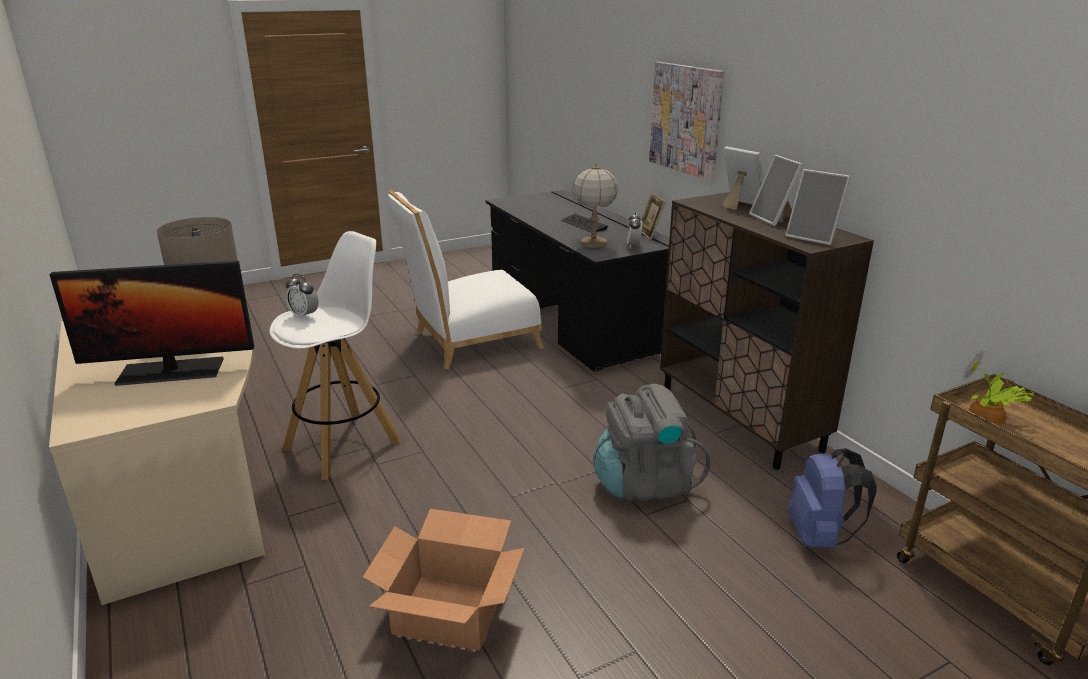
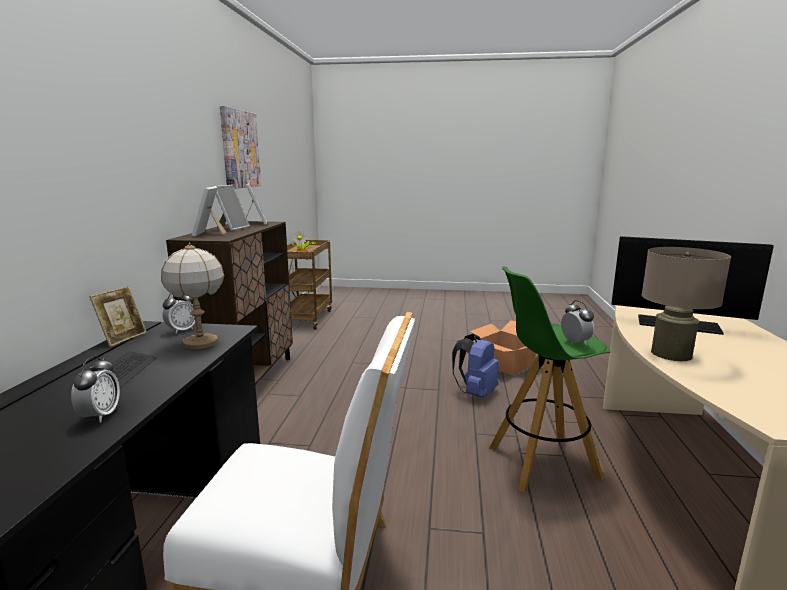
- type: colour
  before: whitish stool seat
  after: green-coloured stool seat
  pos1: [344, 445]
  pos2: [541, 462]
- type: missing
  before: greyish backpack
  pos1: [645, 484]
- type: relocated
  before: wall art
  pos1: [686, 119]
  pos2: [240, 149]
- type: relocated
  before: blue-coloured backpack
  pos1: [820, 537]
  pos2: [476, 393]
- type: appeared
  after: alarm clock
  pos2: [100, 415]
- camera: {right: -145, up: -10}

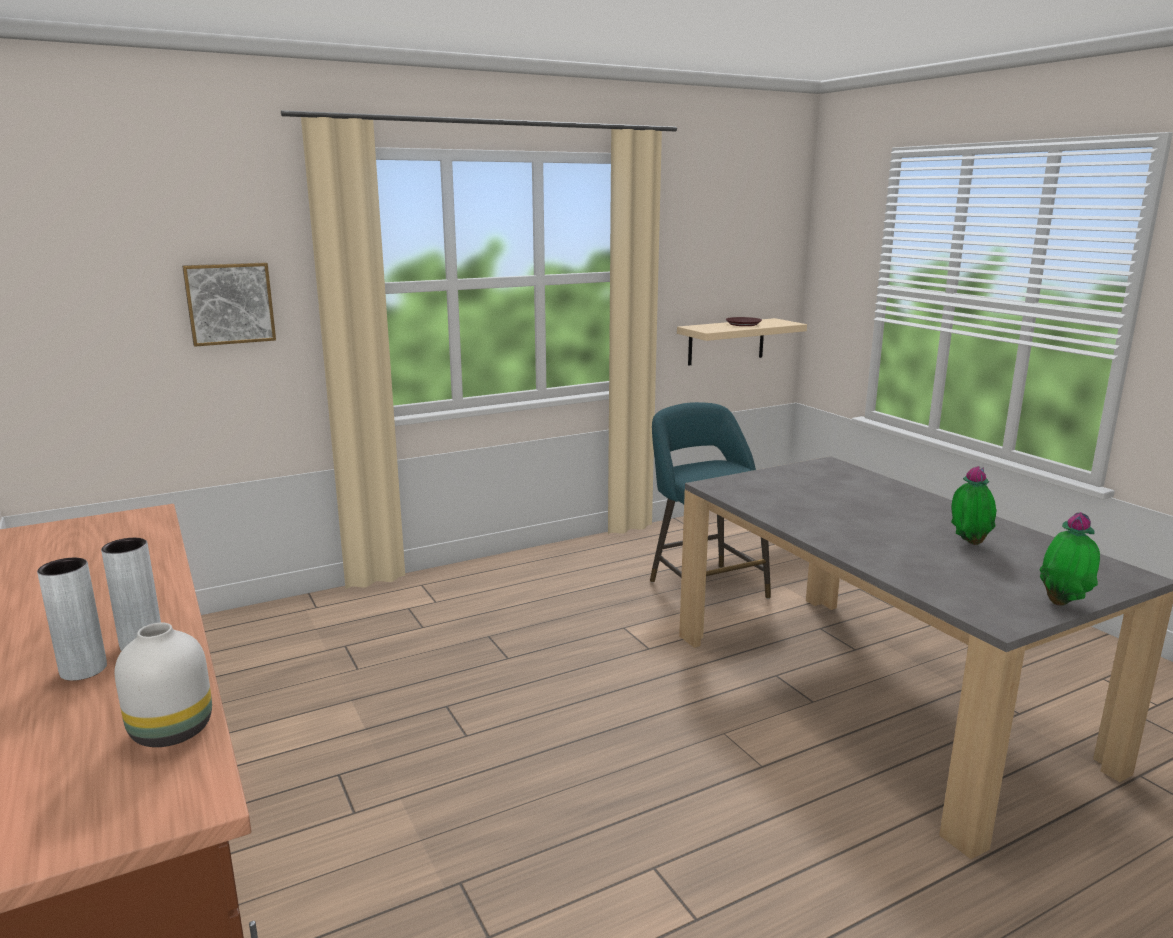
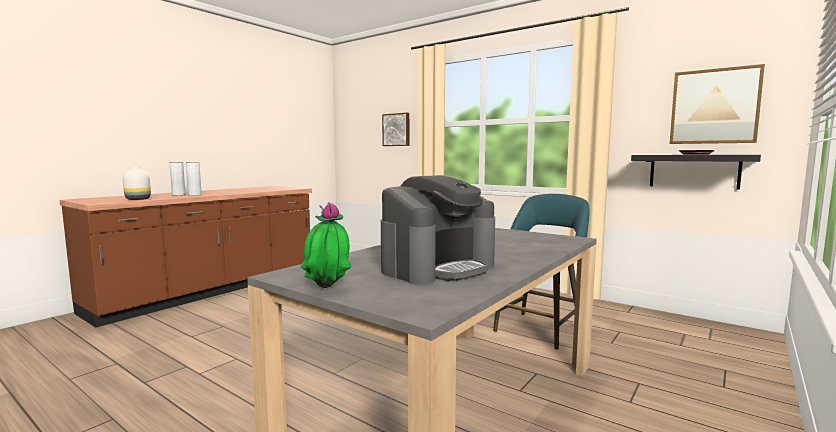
- type: colour
  before: sand-coloured bracket shelf
  after: black bracket shelf
  pos1: [726, 341]
  pos2: [693, 171]
- type: exchanged
  before: plant in a pot
  after: coffee maker
  pos1: [968, 544]
  pos2: [438, 268]
- type: appeared
  after: wall art
  pos2: [714, 106]
- camera: {right: 65, up: -10}

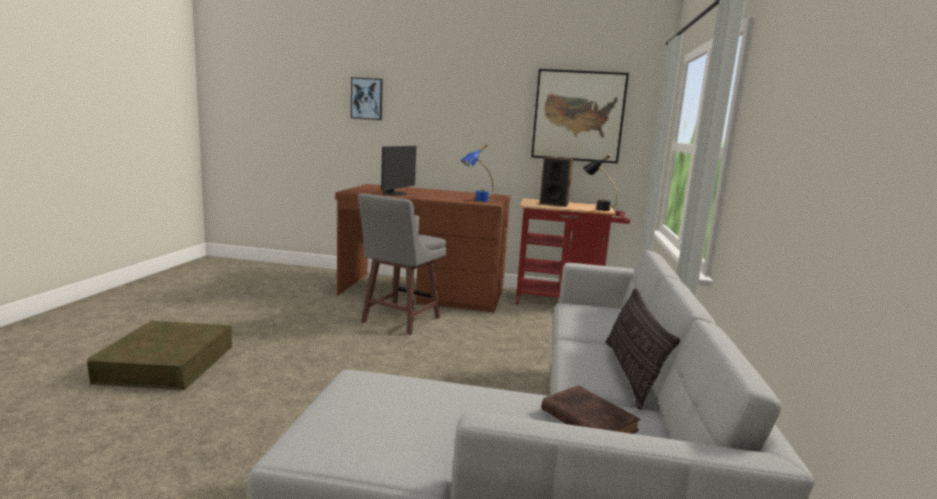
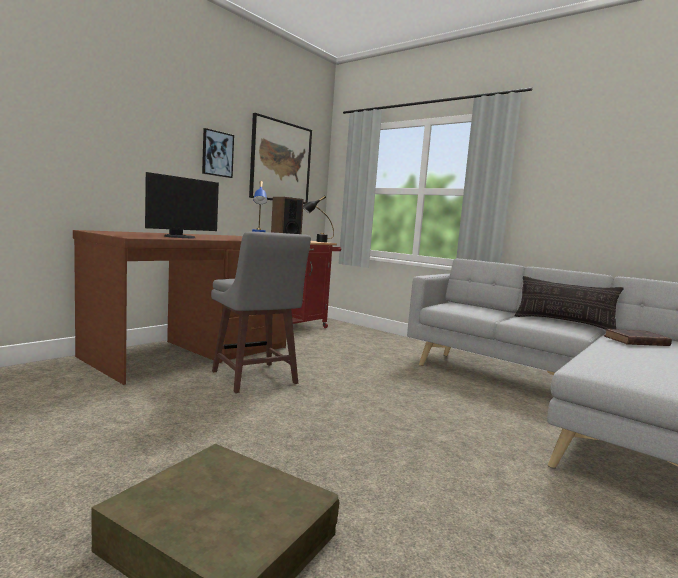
- type: relocated
  before: wall art
  pos1: [367, 98]
  pos2: [217, 154]
- type: spun
  before: computer screen
  pos1: [396, 194]
  pos2: [181, 237]
  turn: 75
- camera: {right: -60, up: -5}

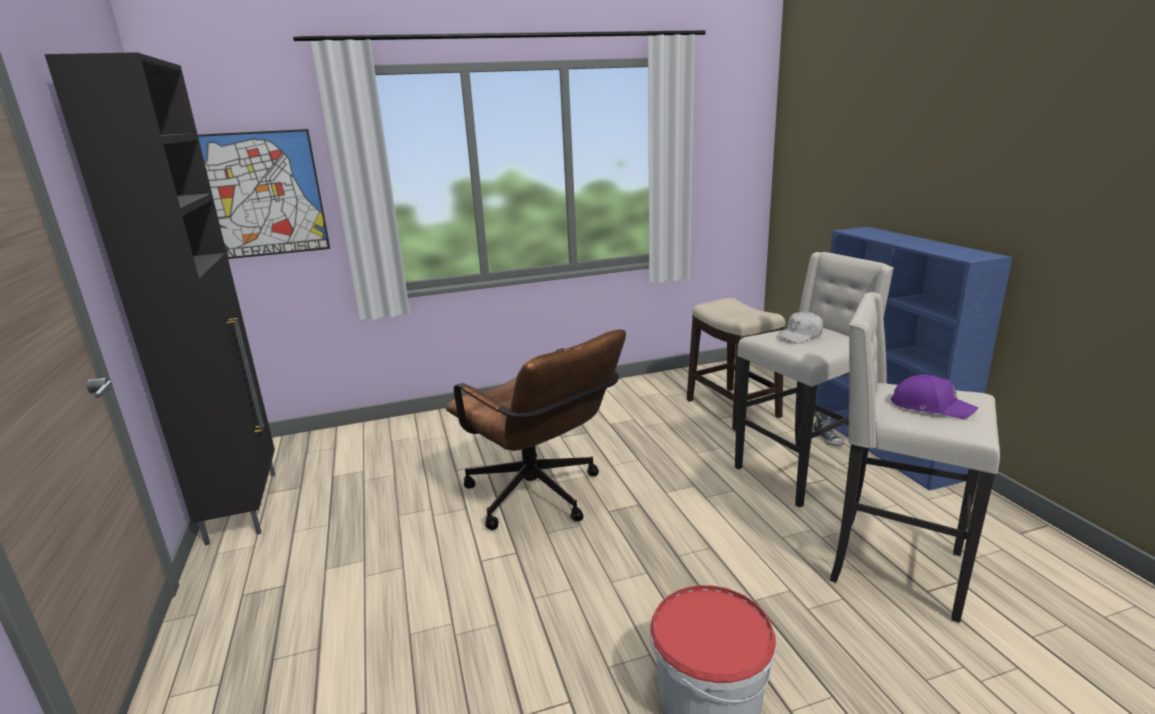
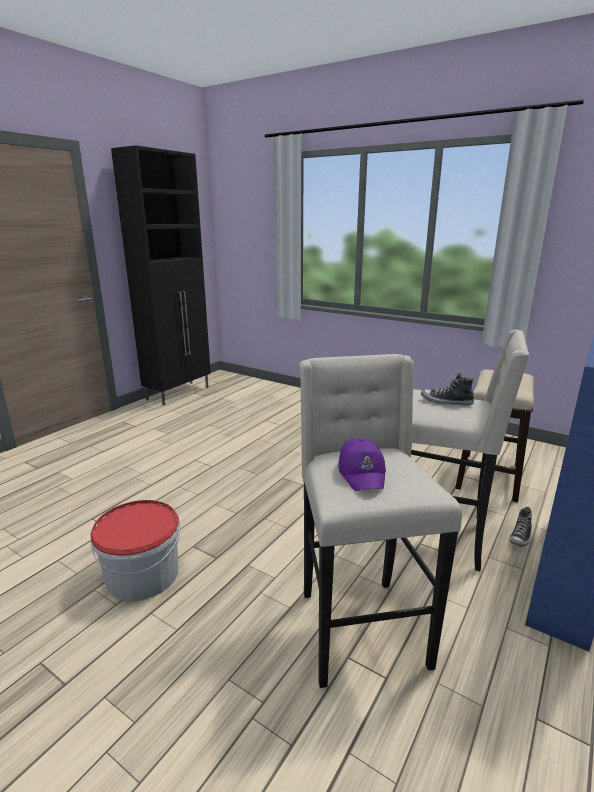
- type: missing
  before: wall art
  pos1: [256, 195]
- type: missing
  before: brownish office chair
  pos1: [540, 498]
- type: exchanged
  before: whitish peaked cap
  after: low shoe
  pos1: [800, 336]
  pos2: [446, 402]
- camera: {right: 50, up: 0}

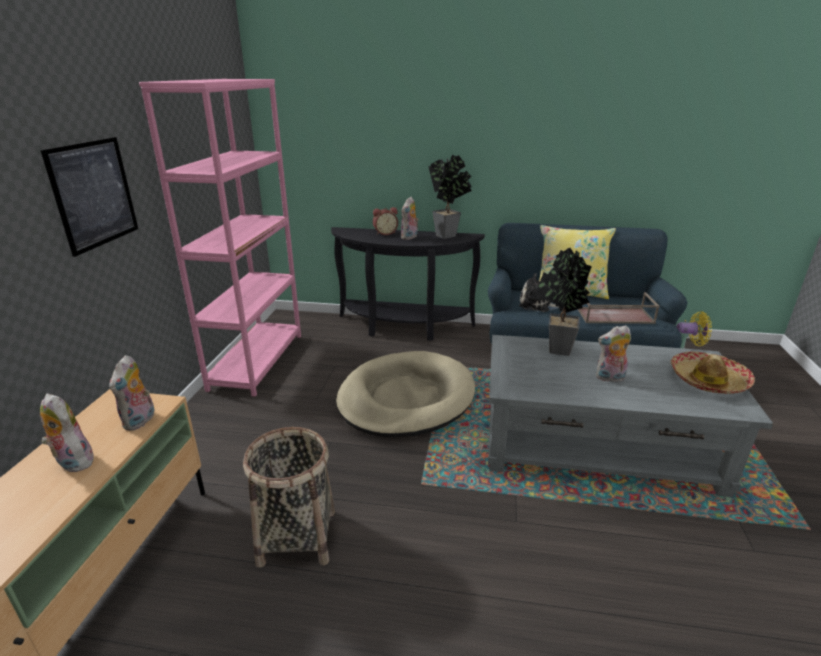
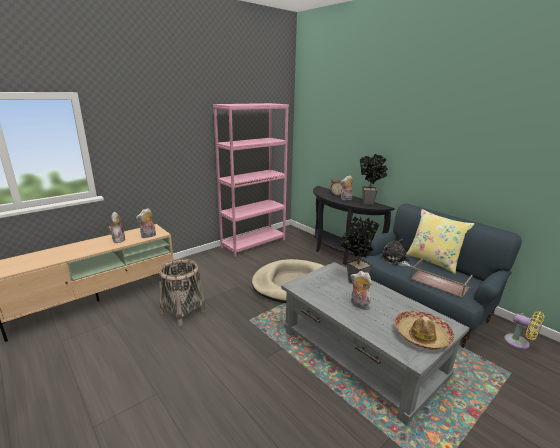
- type: missing
  before: wall art
  pos1: [94, 194]
- camera: {right: 40, up: -5}

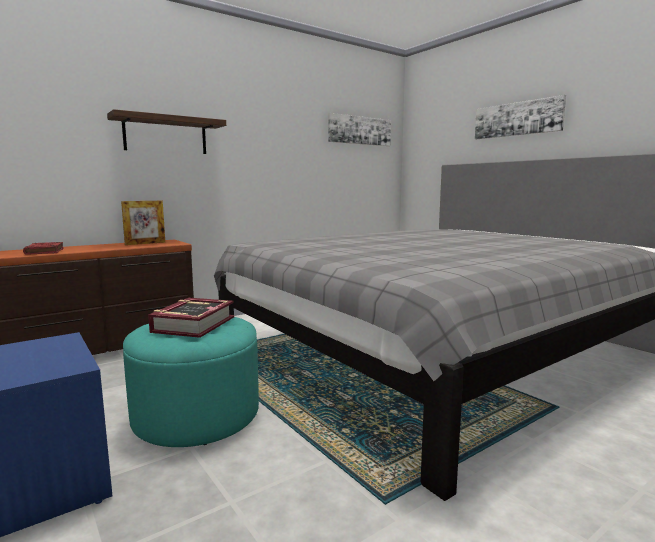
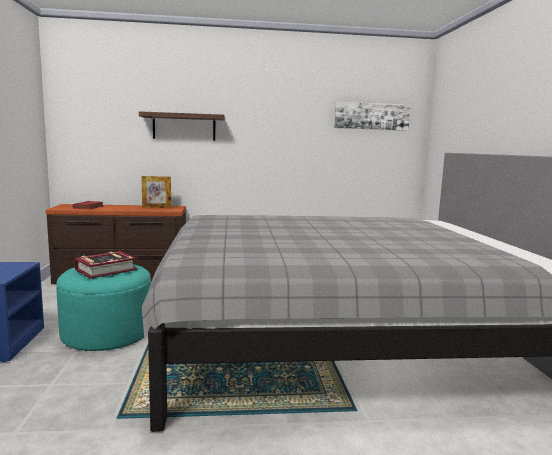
- type: missing
  before: wall art
  pos1: [517, 119]
- camera: {right: 30, up: 0}

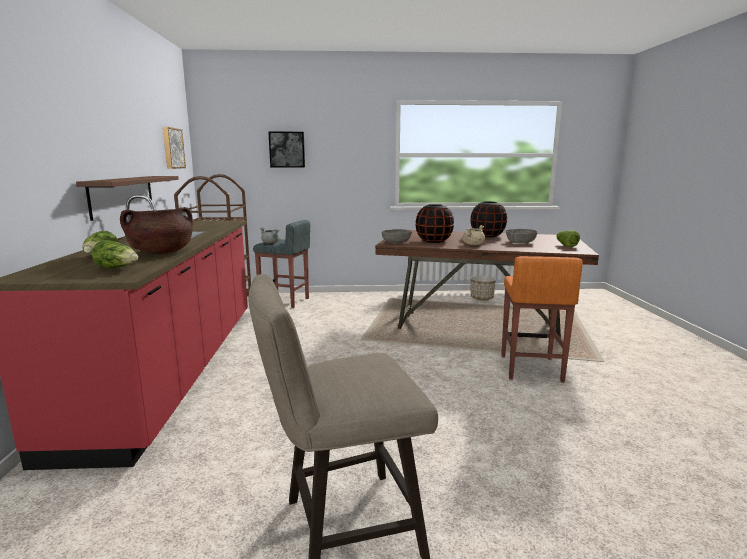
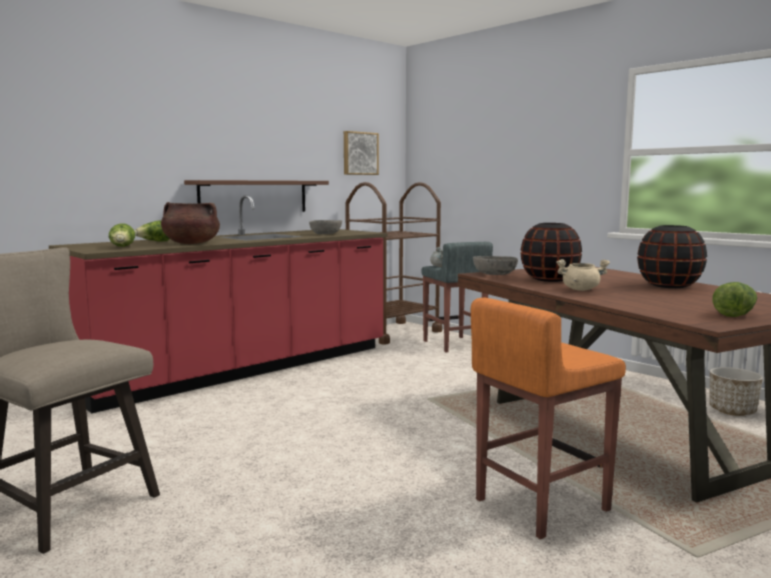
- type: missing
  before: wall art
  pos1: [287, 149]
- type: relocated
  before: greyish bowl
  pos1: [520, 242]
  pos2: [325, 234]
- camera: {right: 50, up: -5}

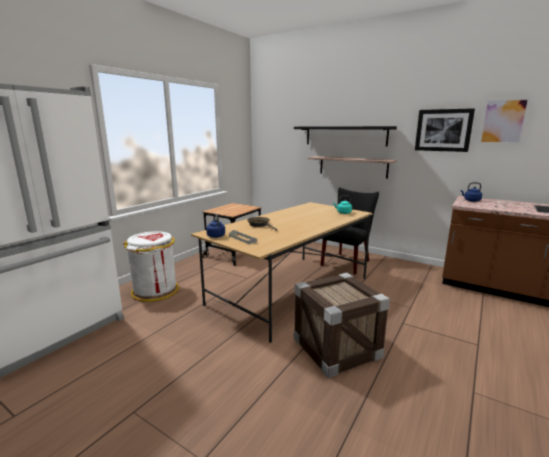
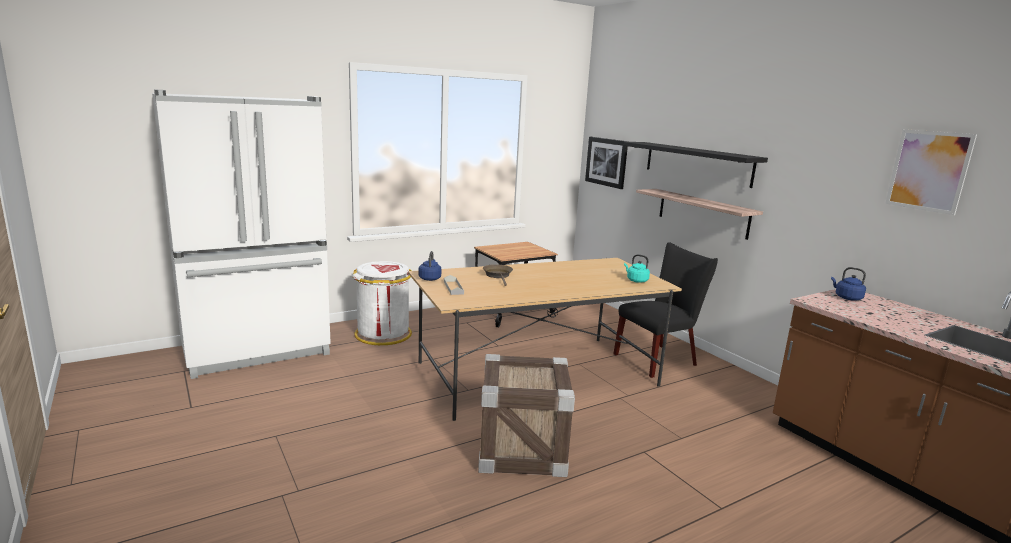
- type: relocated
  before: wall art
  pos1: [443, 130]
  pos2: [606, 162]
- camera: {right: 25, up: 0}

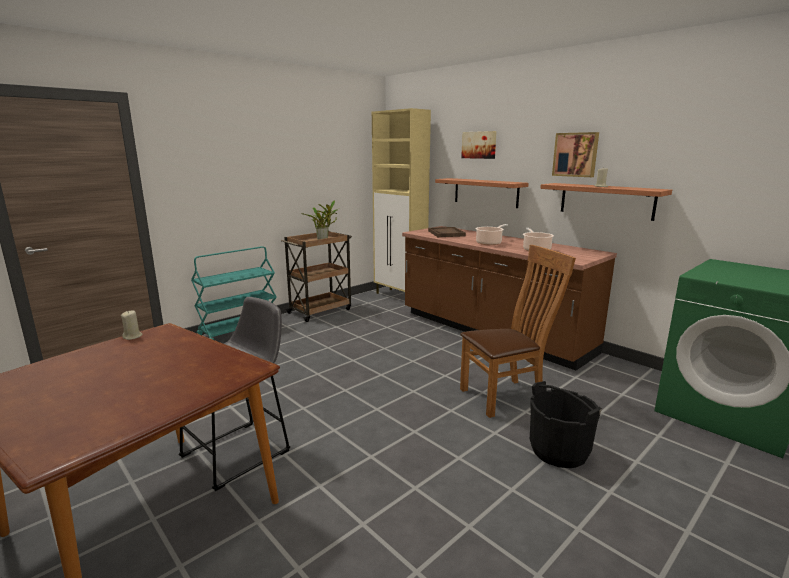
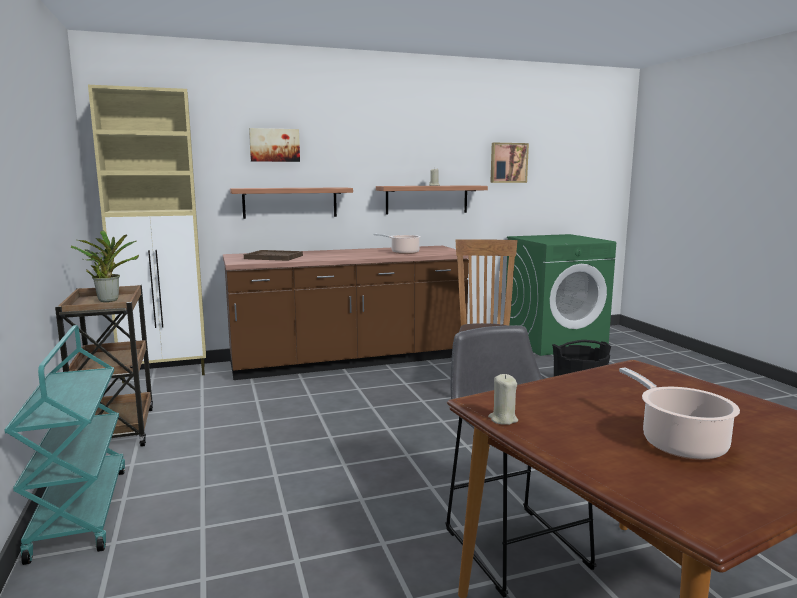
- type: relocated
  before: stockpot
  pos1: [489, 243]
  pos2: [679, 443]
- type: relocated
  before: wall art
  pos1: [575, 154]
  pos2: [508, 163]
- camera: {right: -65, up: -5}

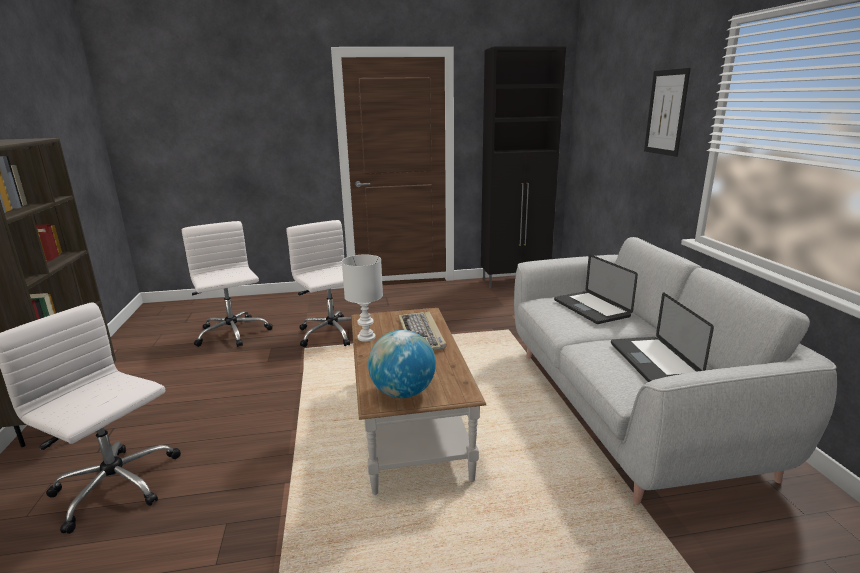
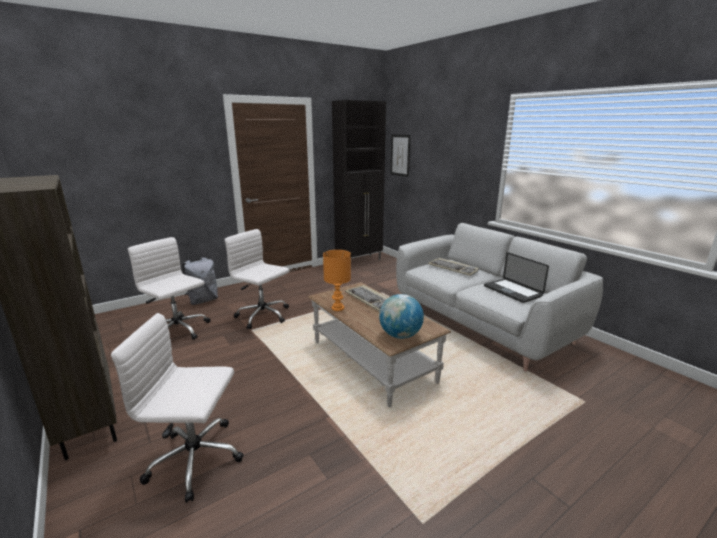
- type: colour
  before: whitish lamp for a table
  after: orange-coloured lamp for a table
  pos1: [365, 337]
  pos2: [337, 308]
- type: exchanged
  before: laptop
  after: computer keyboard
  pos1: [591, 308]
  pos2: [453, 268]
- type: relocated
  before: wall art
  pos1: [666, 112]
  pos2: [400, 155]
- type: appeared
  after: greyish backpack
  pos2: [203, 300]
- camera: {right: -25, up: 0}

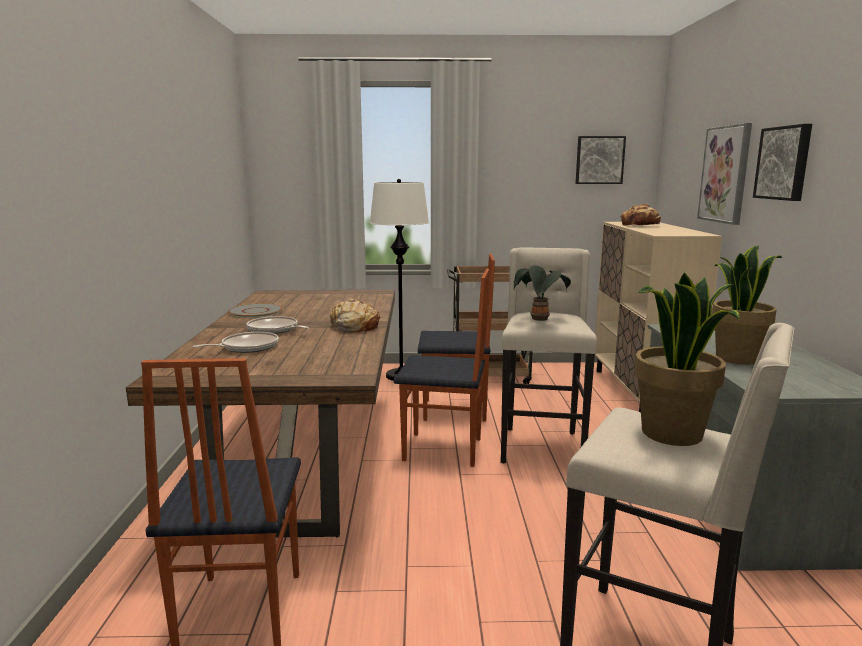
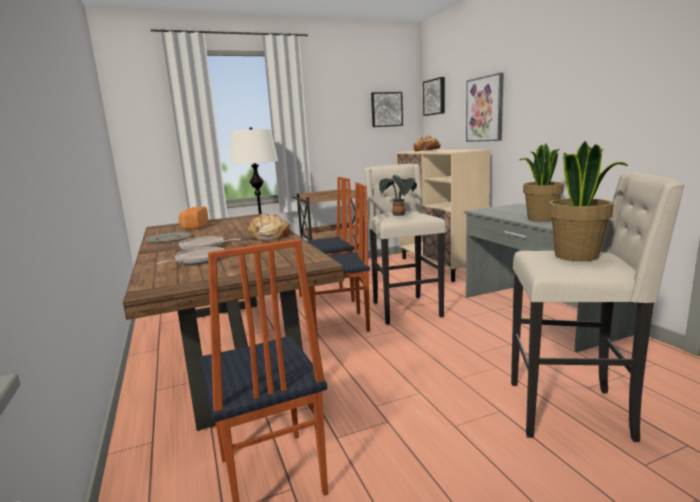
- type: relocated
  before: wall art
  pos1: [784, 163]
  pos2: [435, 97]
- type: appeared
  after: bakery bread
  pos2: [194, 227]
- camera: {right: -20, up: 0}

